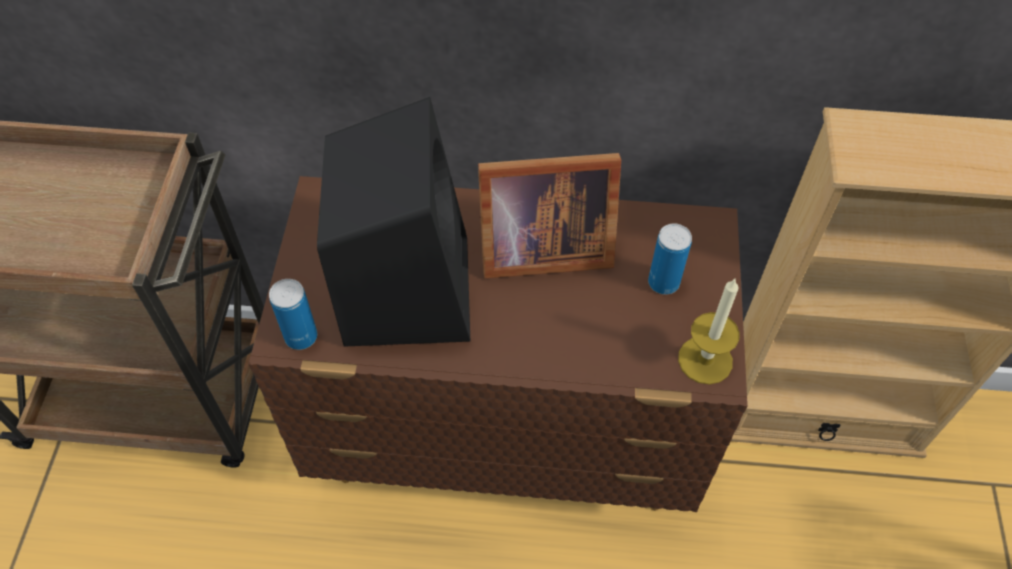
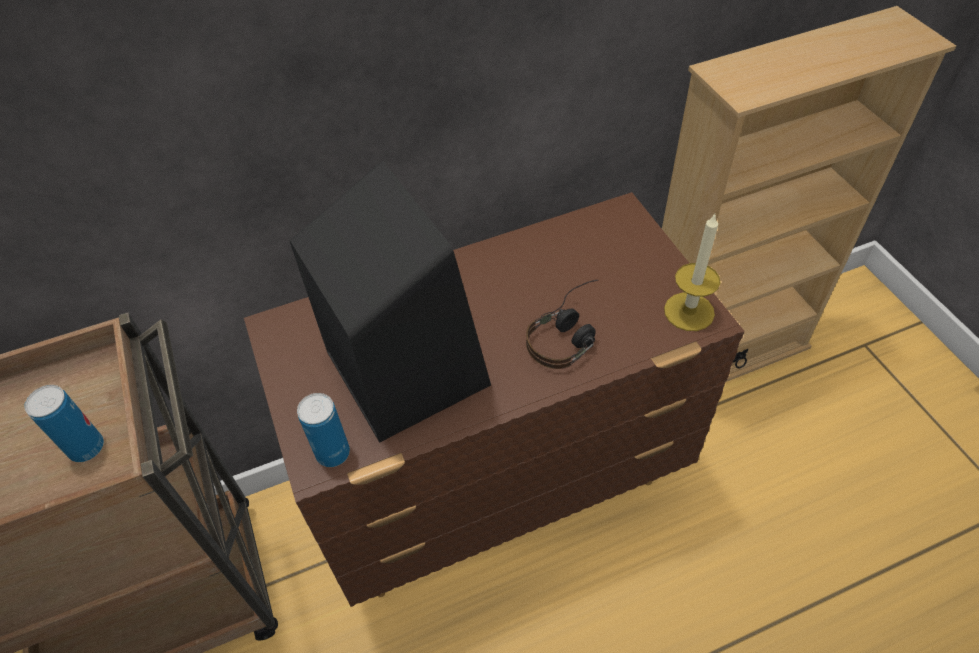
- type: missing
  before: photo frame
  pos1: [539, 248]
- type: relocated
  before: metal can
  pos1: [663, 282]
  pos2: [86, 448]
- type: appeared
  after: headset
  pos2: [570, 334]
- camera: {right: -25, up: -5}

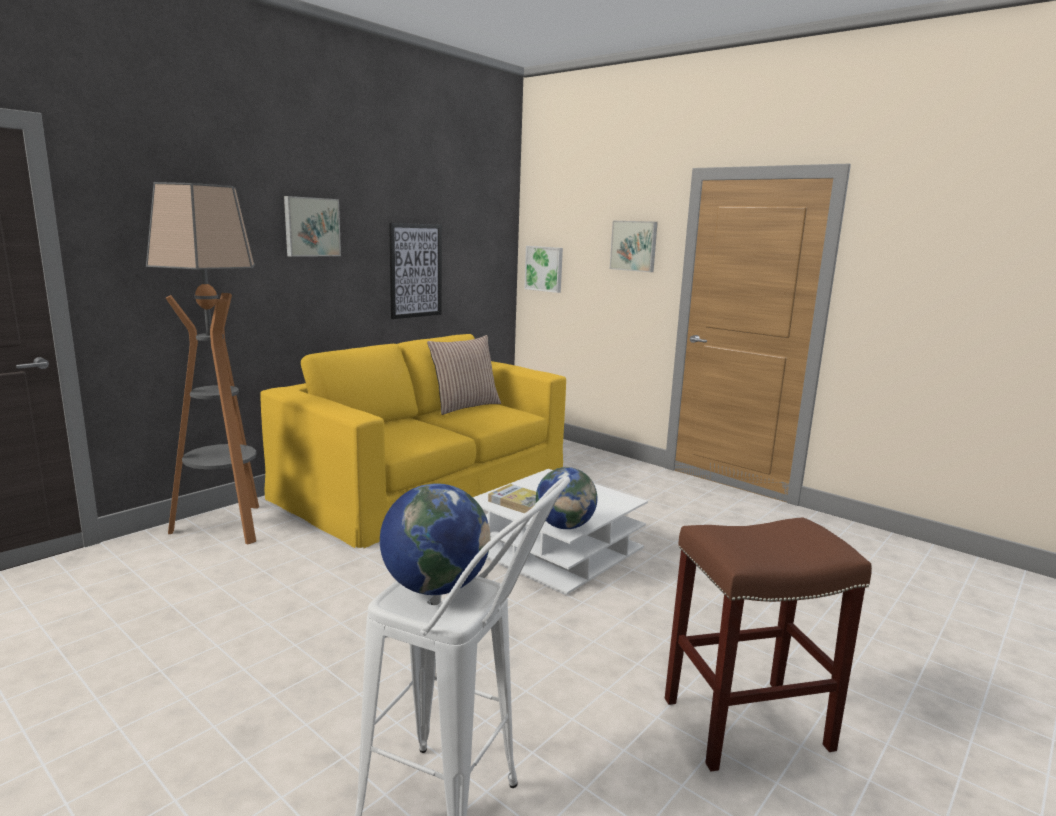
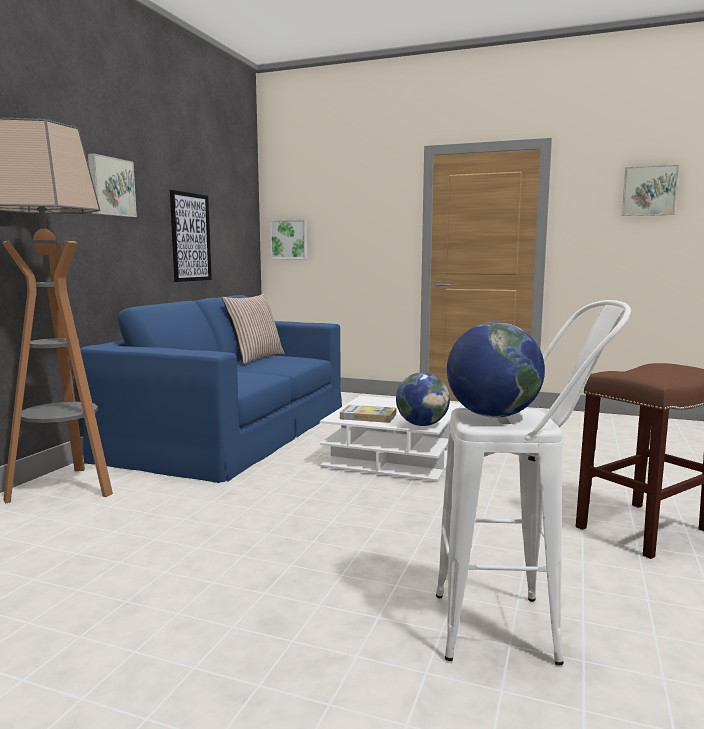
- type: colour
  before: yellow-coloured couch
  after: blue-coloured couch
  pos1: [425, 482]
  pos2: [231, 431]
- type: relocated
  before: wall art
  pos1: [634, 246]
  pos2: [649, 191]
- camera: {right: -20, up: -5}

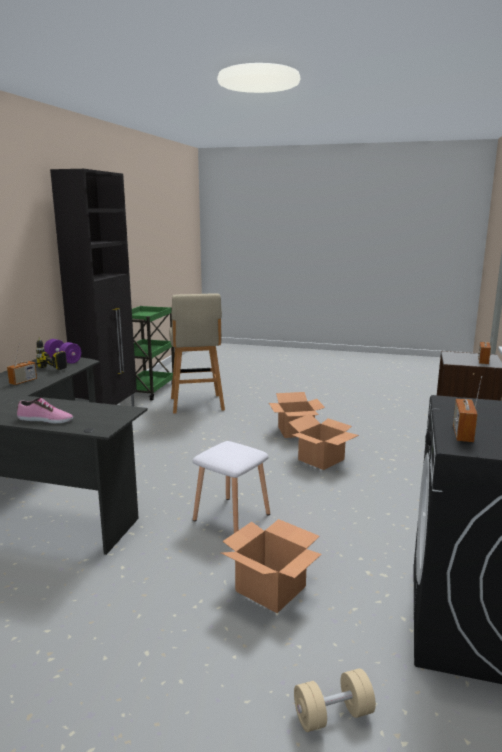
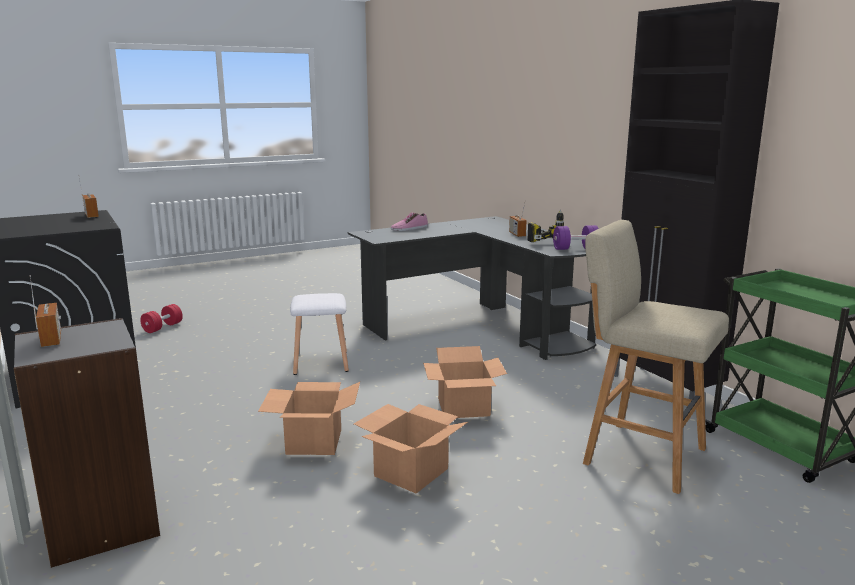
- type: relocated
  before: carton
  pos1: [269, 589]
  pos2: [464, 407]
- type: colour
  before: sand-coloured hand weight
  after: red hand weight
  pos1: [333, 715]
  pos2: [162, 327]
- camera: {right: 135, up: 0}

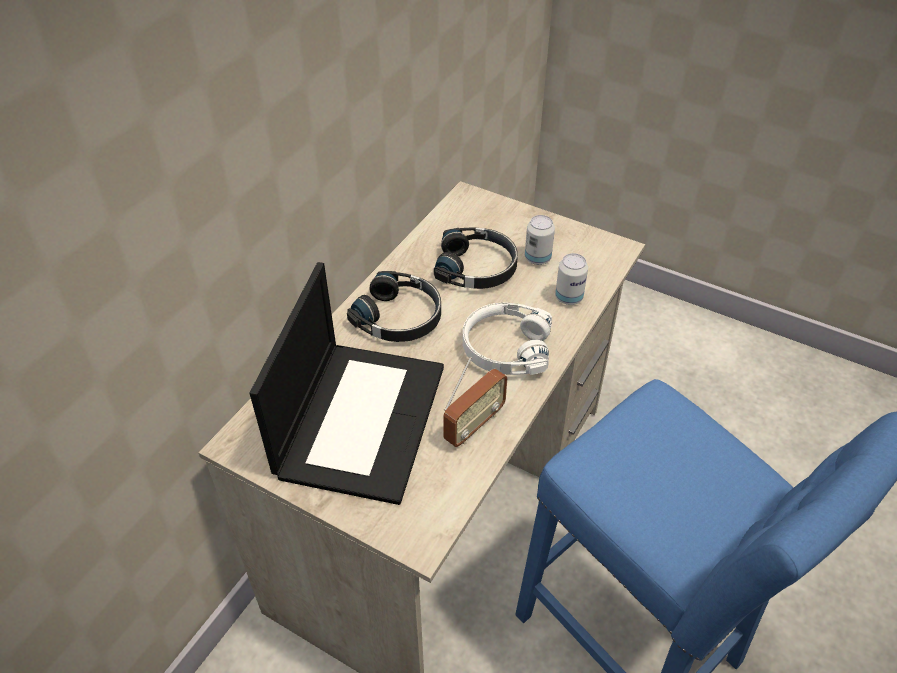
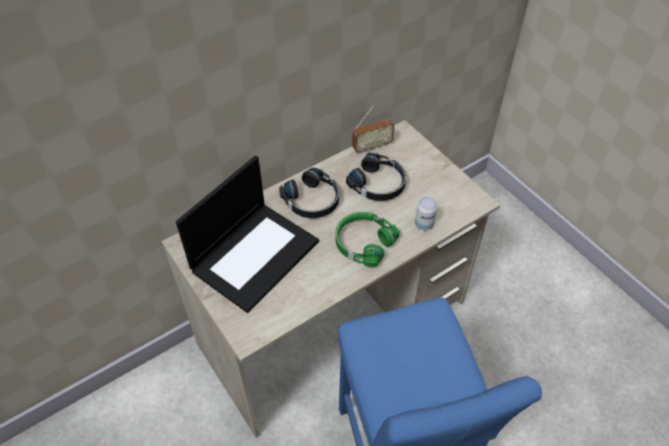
- type: relocated
  before: radio
  pos1: [474, 425]
  pos2: [372, 147]
- type: colour
  before: whitish headset
  after: green-coloured headset
  pos1: [505, 347]
  pos2: [363, 242]
- type: missing
  before: metal can
  pos1: [537, 258]
- camera: {right: 25, up: 5}

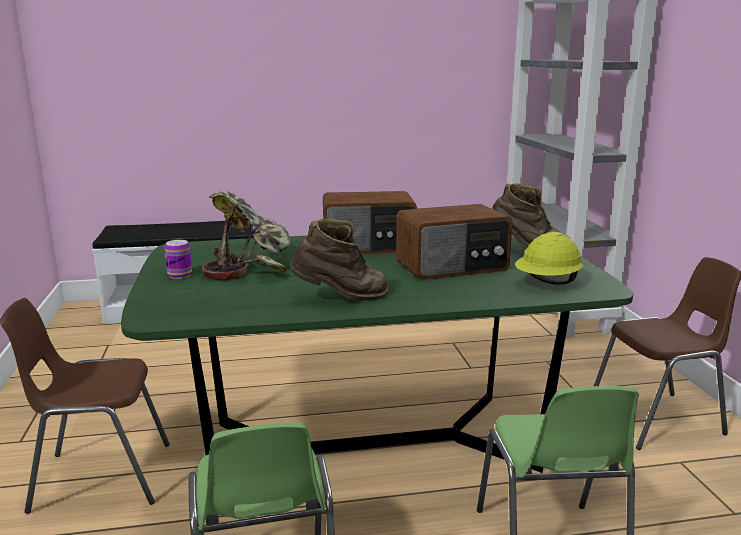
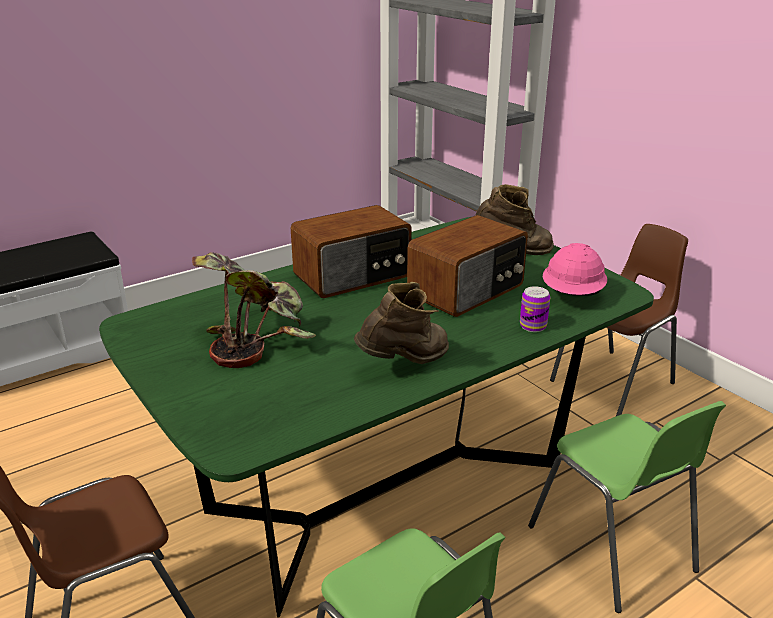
- type: relocated
  before: metal can
  pos1: [179, 275]
  pos2: [533, 326]
- type: colour
  before: yellow-coloured work helmet
  after: pinkish work helmet
  pos1: [547, 283]
  pos2: [572, 295]
- camera: {right: -25, up: 10}

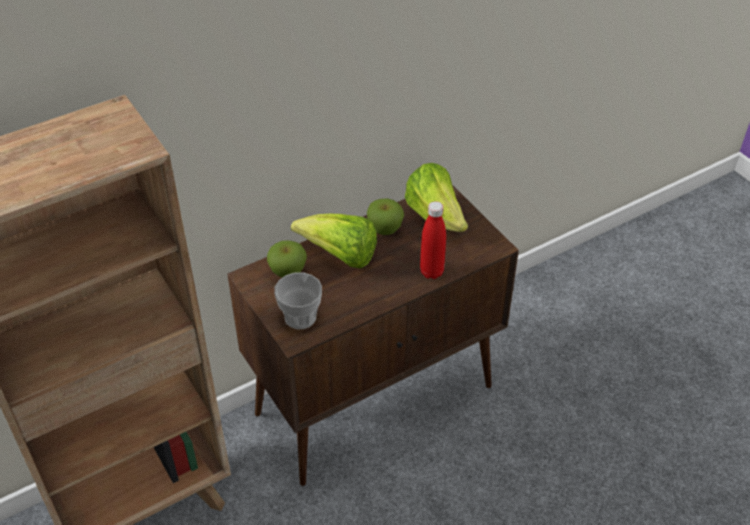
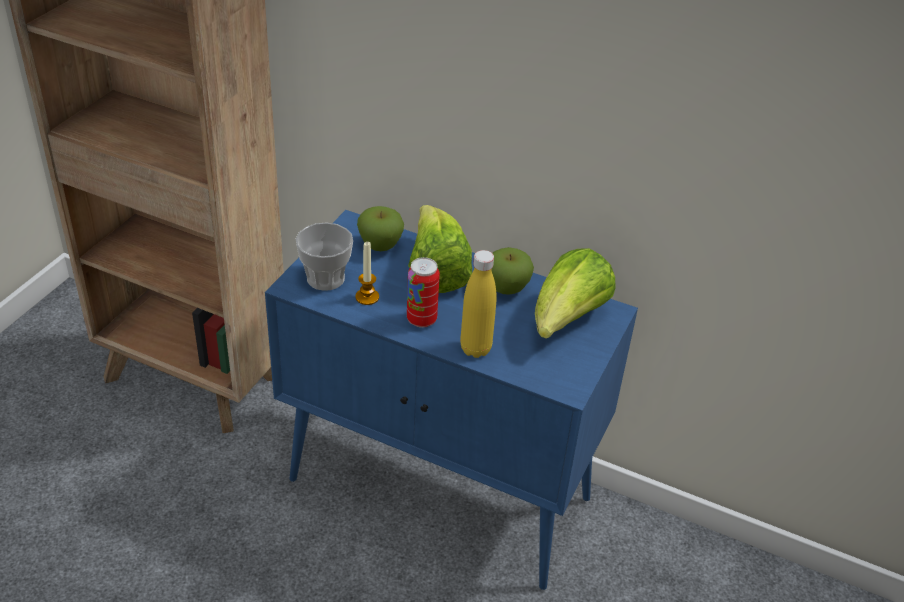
- type: colour
  before: brownish storage cabinet
  after: blue-coloured storage cabinet
  pos1: [376, 399]
  pos2: [442, 490]
- type: colour
  before: red bottle
  after: yellow-coloured bottle
  pos1: [431, 272]
  pos2: [475, 349]
- type: appeared
  after: wax candle
  pos2: [367, 297]
- type: appeared
  after: metal can
  pos2: [421, 319]
- camera: {right: 55, up: -5}

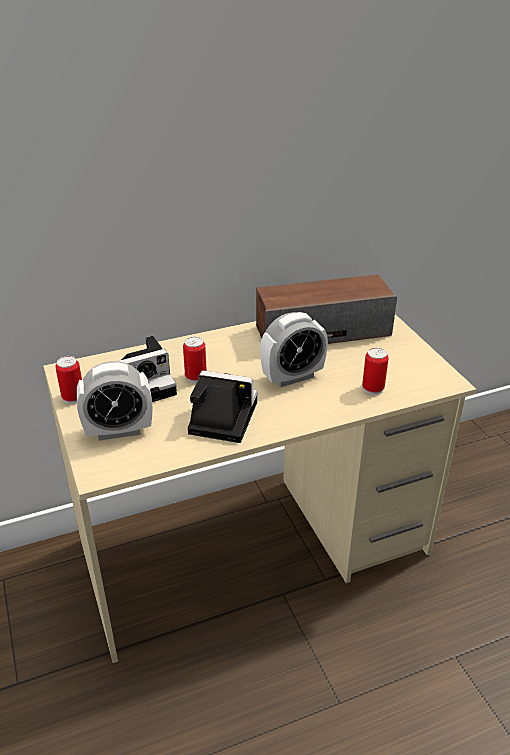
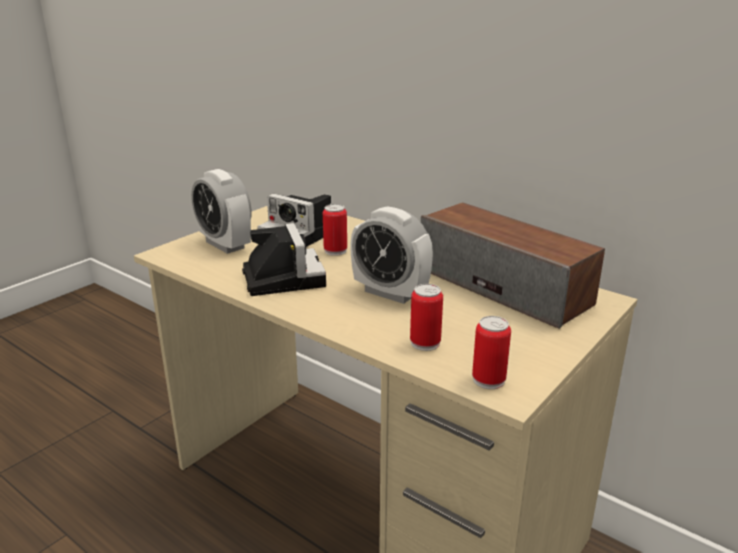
- type: relocated
  before: metal can
  pos1: [73, 397]
  pos2: [488, 380]
- camera: {right: 60, up: -10}

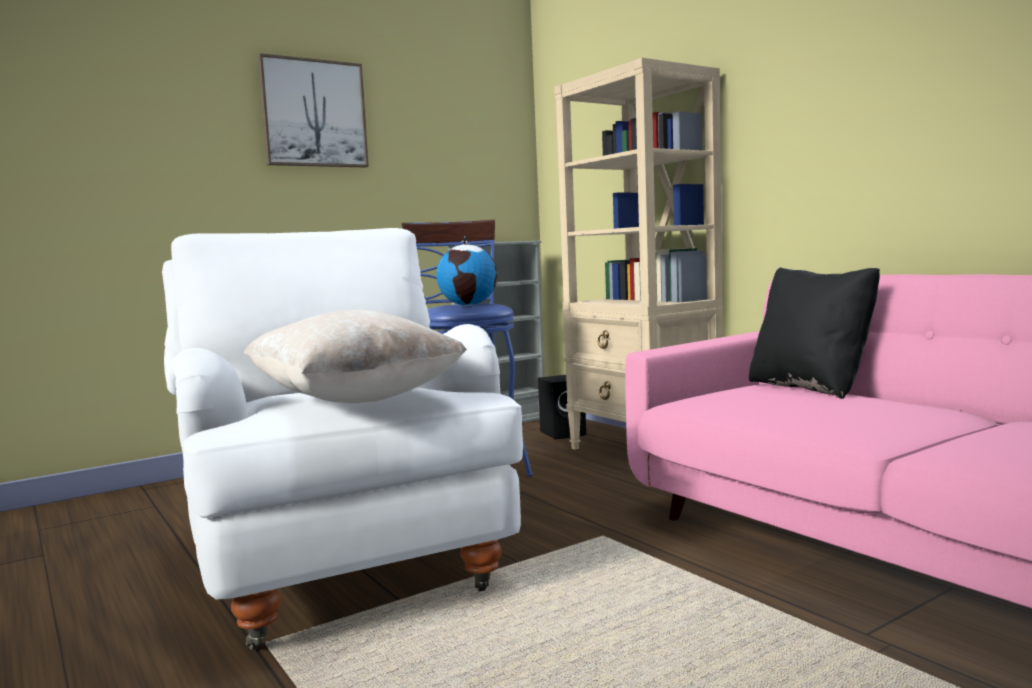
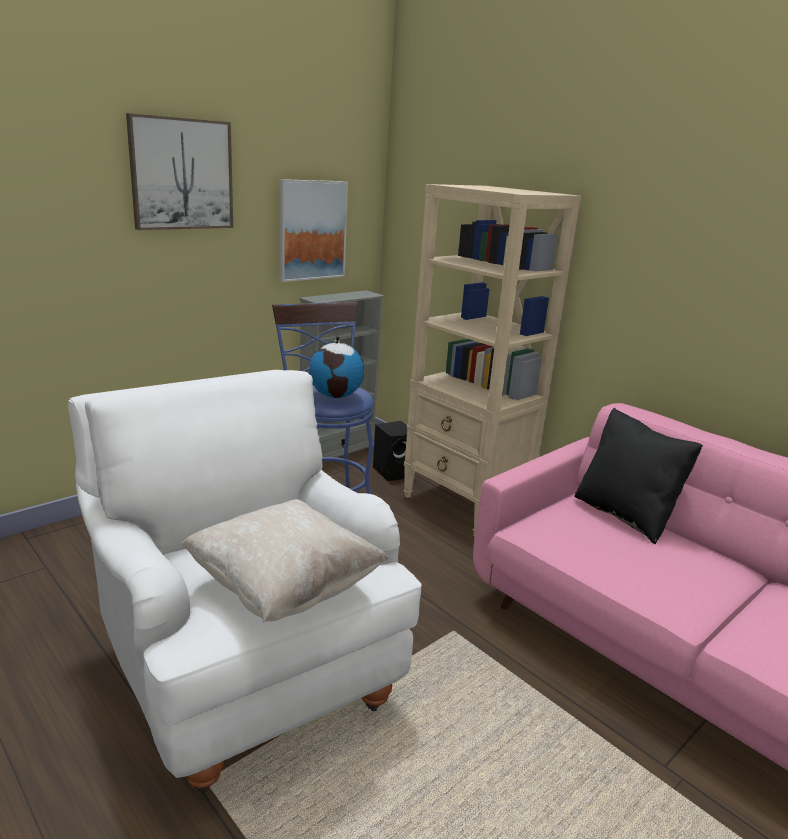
- type: appeared
  after: wall art
  pos2: [311, 230]
- camera: {right: -10, up: 15}

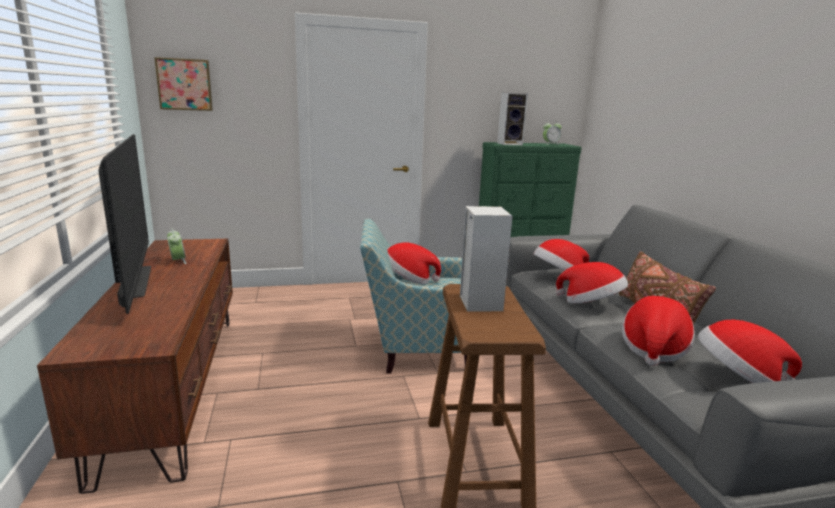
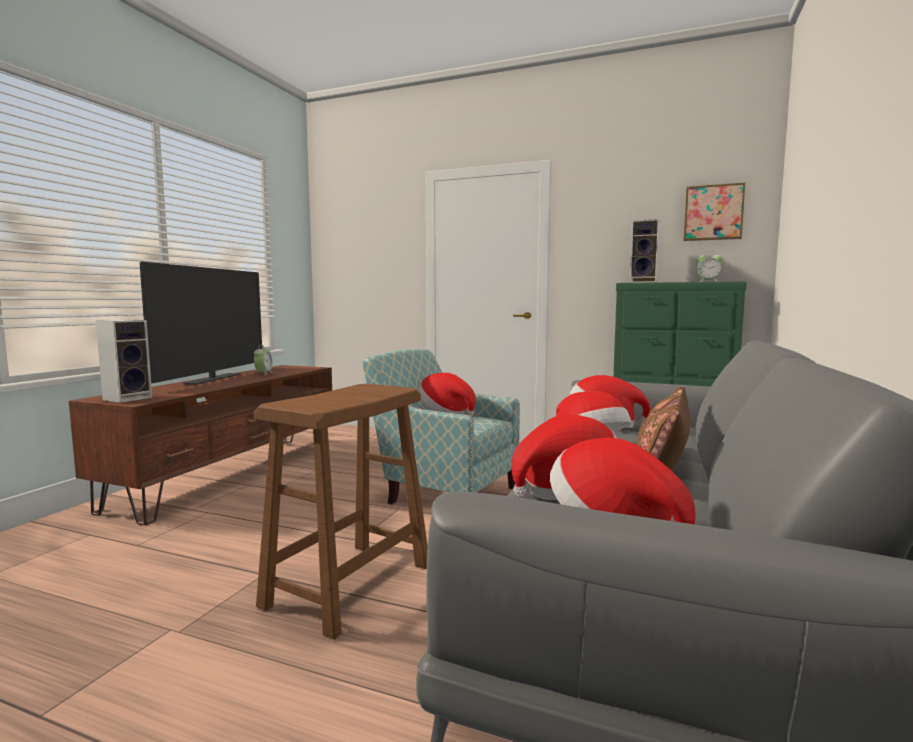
- type: relocated
  before: wall art
  pos1: [185, 84]
  pos2: [713, 213]
- type: relocated
  before: speaker
  pos1: [479, 302]
  pos2: [128, 398]
- camera: {right: 35, up: -10}

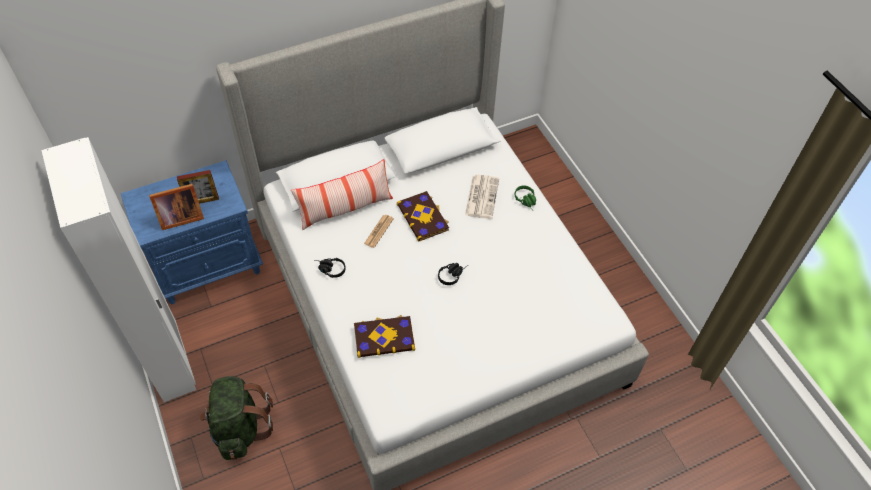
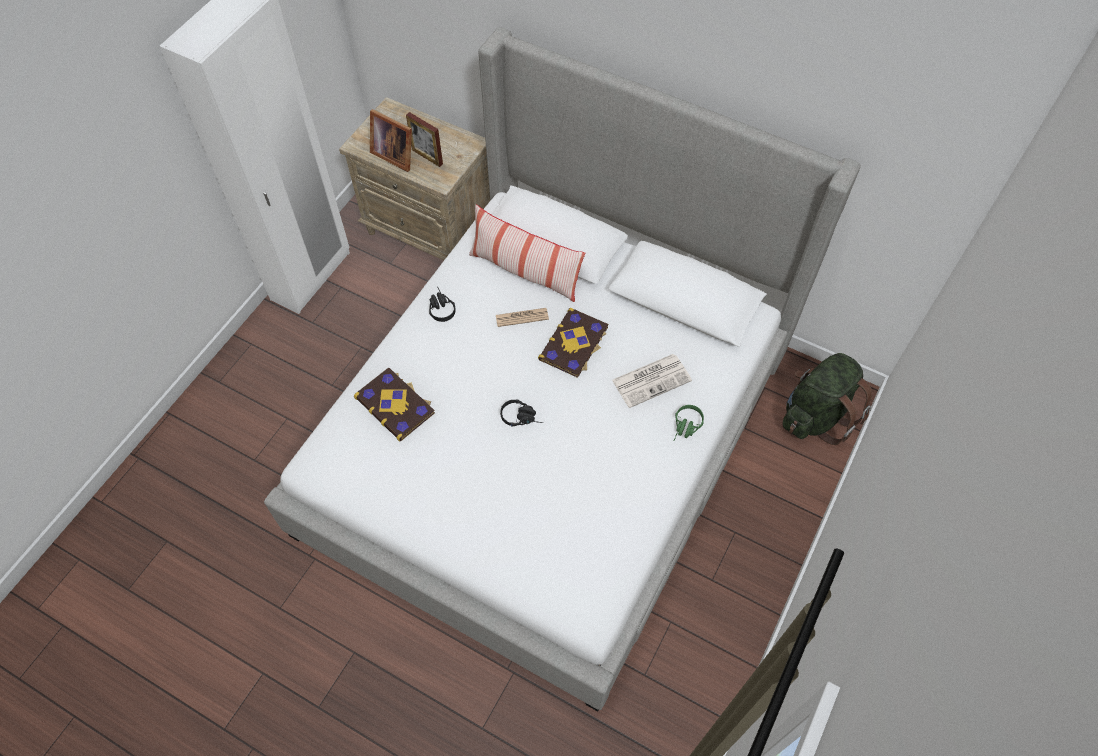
- type: colour
  before: blue-coloured nightstand
  after: sand-coloured nightstand
  pos1: [209, 265]
  pos2: [431, 230]
- type: relocated
  before: green-coloured backpack
  pos1: [240, 428]
  pos2: [815, 415]
- camera: {right: 55, up: 5}

